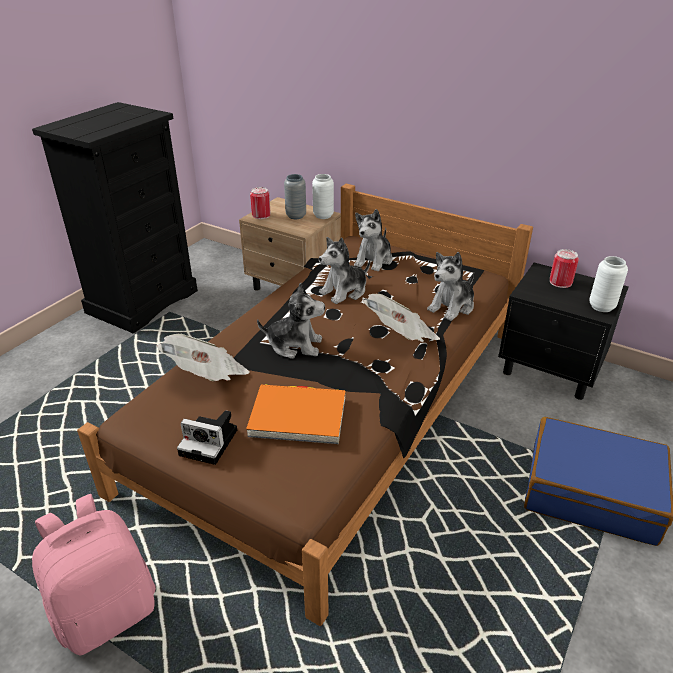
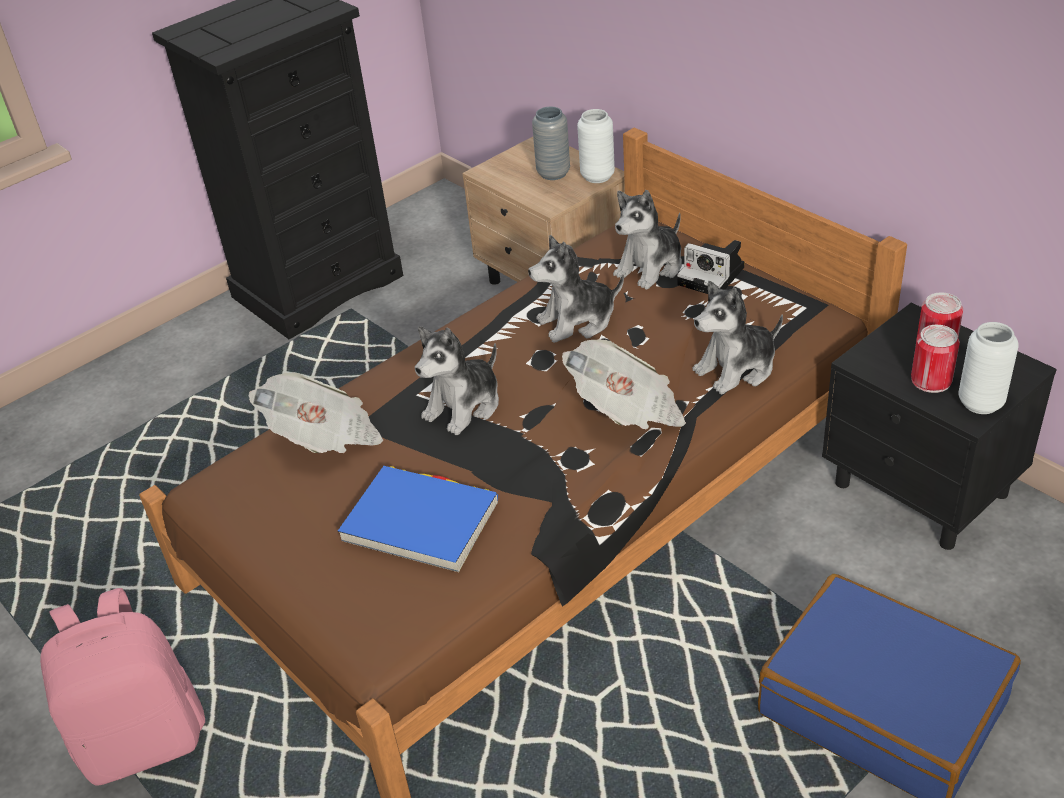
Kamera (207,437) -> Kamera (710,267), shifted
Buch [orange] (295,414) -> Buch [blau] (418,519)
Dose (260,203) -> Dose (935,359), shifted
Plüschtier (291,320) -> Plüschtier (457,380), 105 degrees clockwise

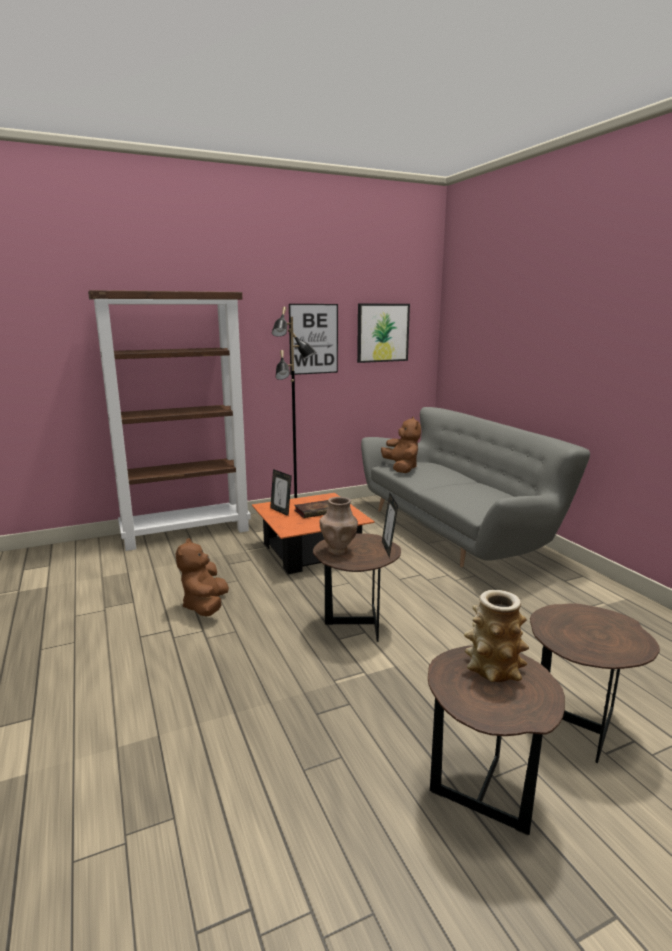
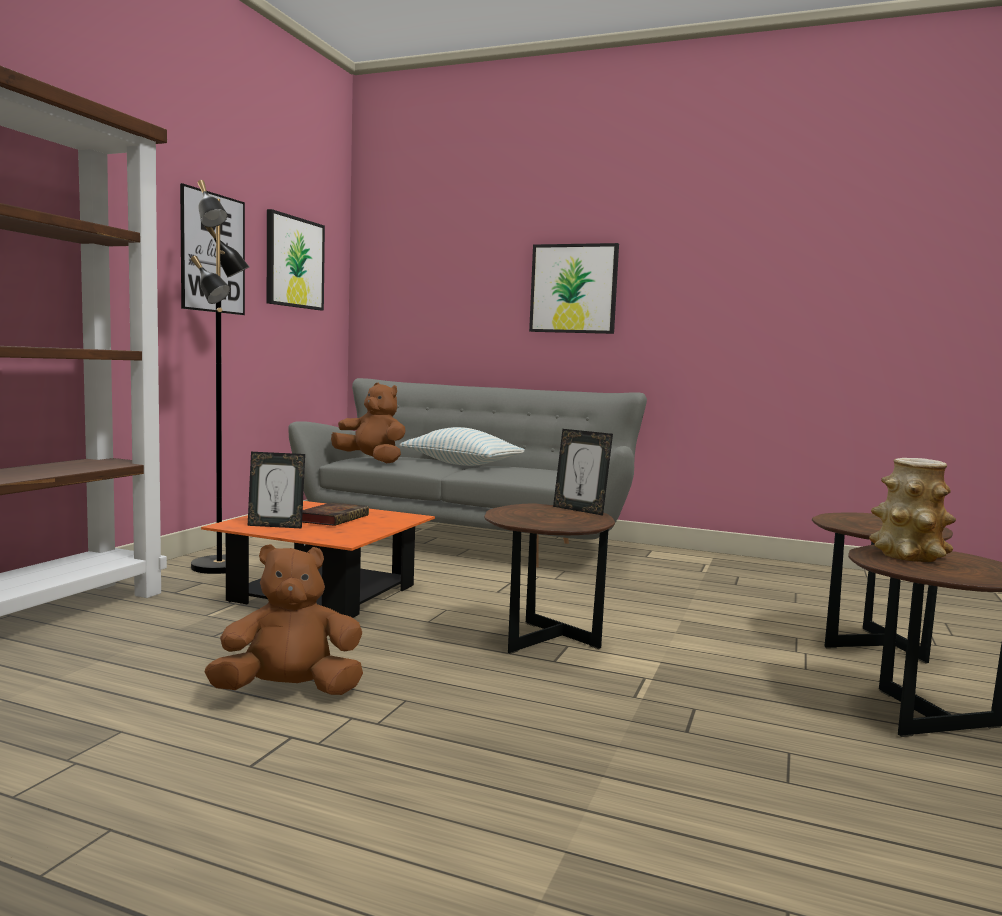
Plüschtier [braun] (202,577) -> Plüschtier [braun] (284,619), 120 degrees clockwise
Vase [braun] (339,526) -> none
none -> Kissen (462,446)
none -> Bild (574,288)

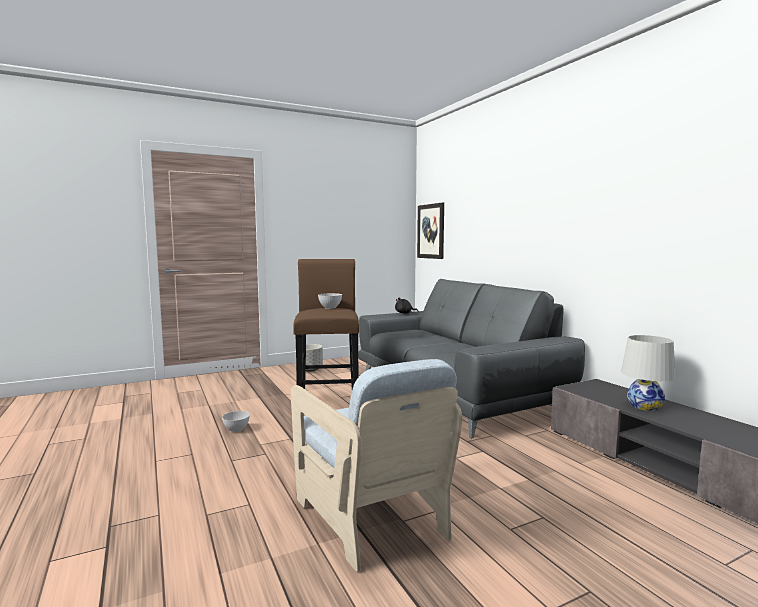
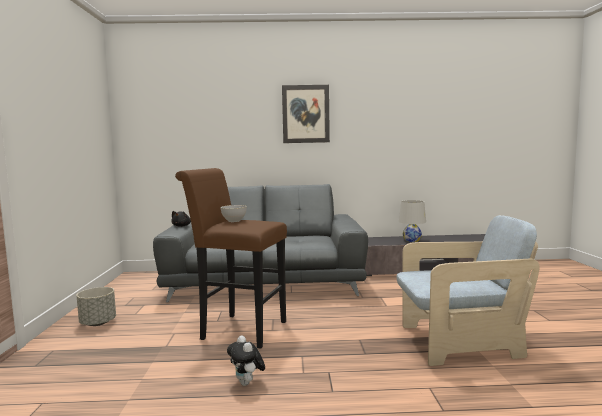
Schüssel [grau] (236,421) -> Plüschtier (246,361)
Bild (430,231) -> Bild (306,114), shifted

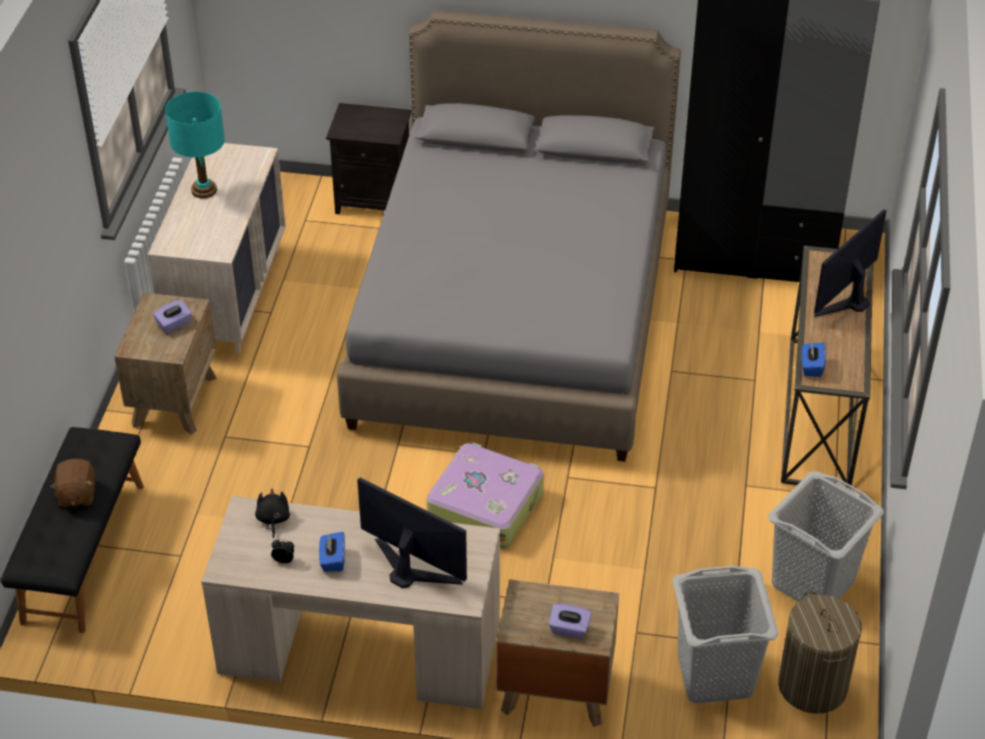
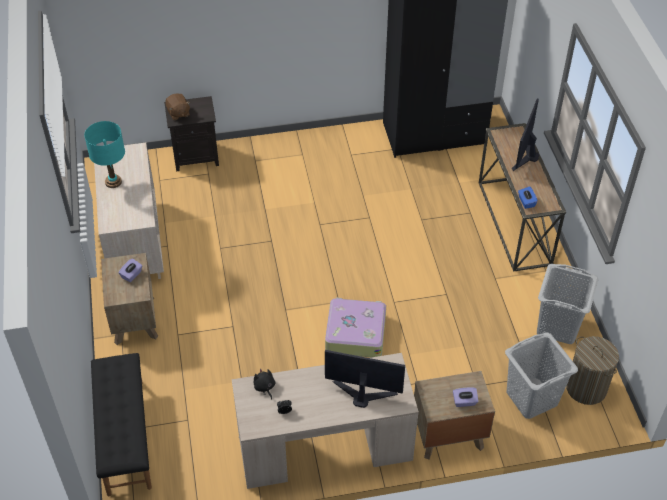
Plüschtier [braun] (72,483) -> Plüschtier [braun] (178,106), shifted
Taschentuchbox [blau] (332,552) -> none
Bett [grau] (509,236) -> none

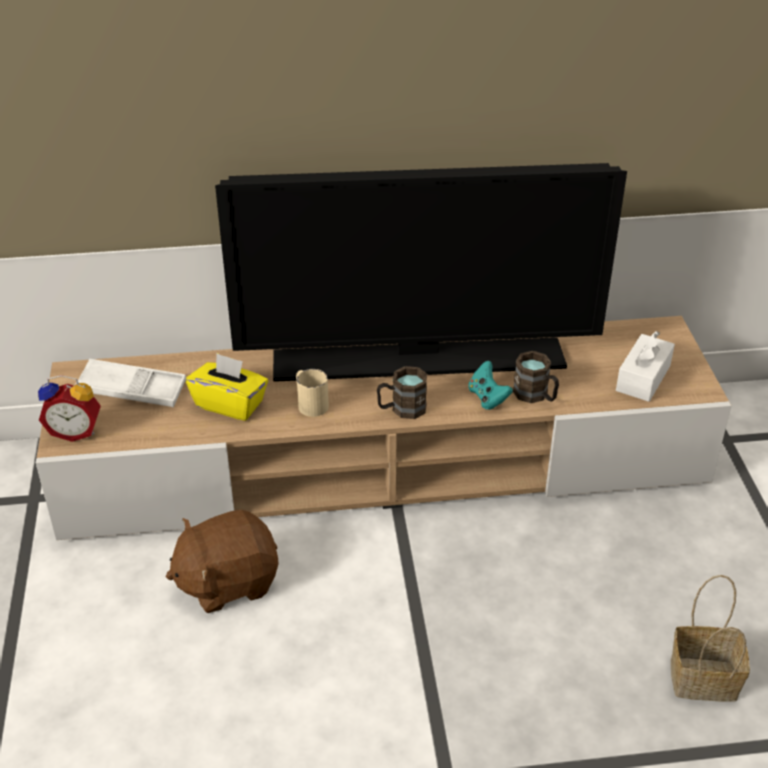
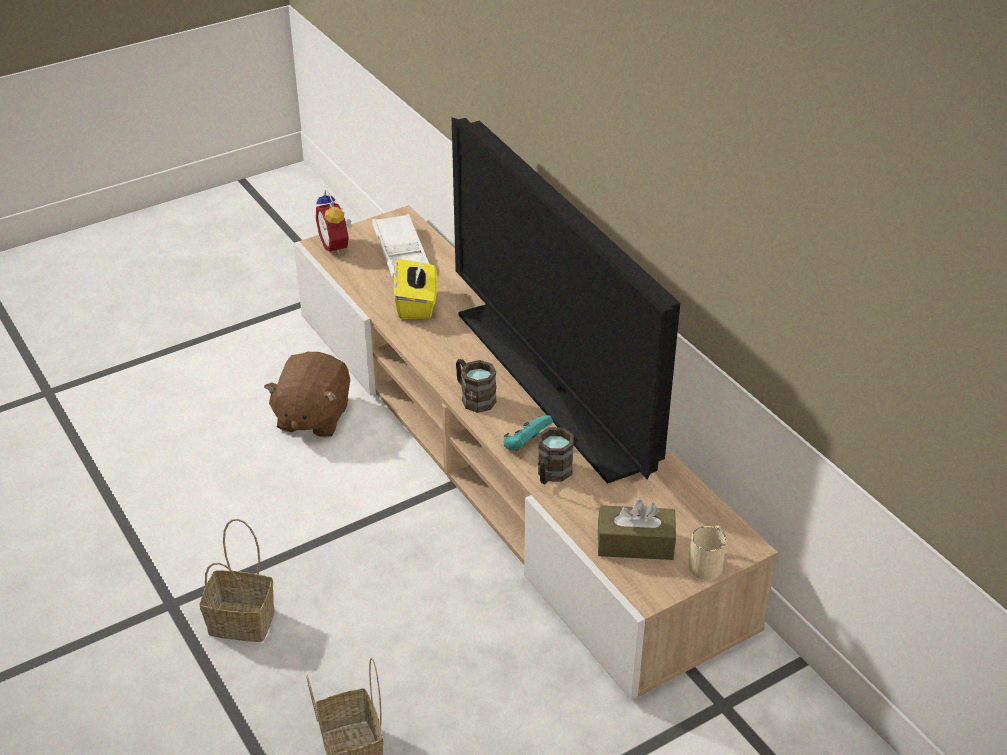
Plüschtier [braun] (222,561) -> Plüschtier [braun] (307,395), 120 degrees counterclockwise
Henkelbecher [beige] (312,393) -> Henkelbecher [beige] (707,553), shifted
Taschentuchbox [weiß] (645,366) -> Taschentuchbox [braun] (637,530)
none -> Korb (237,580)

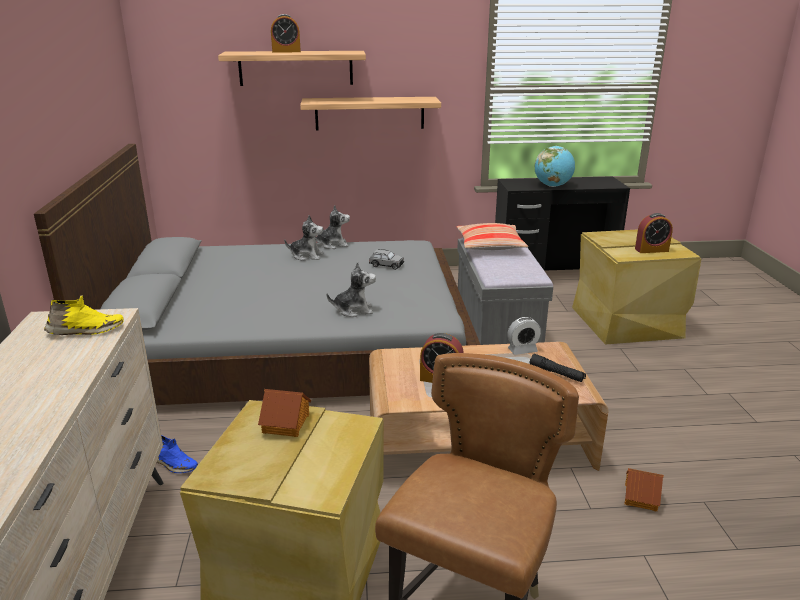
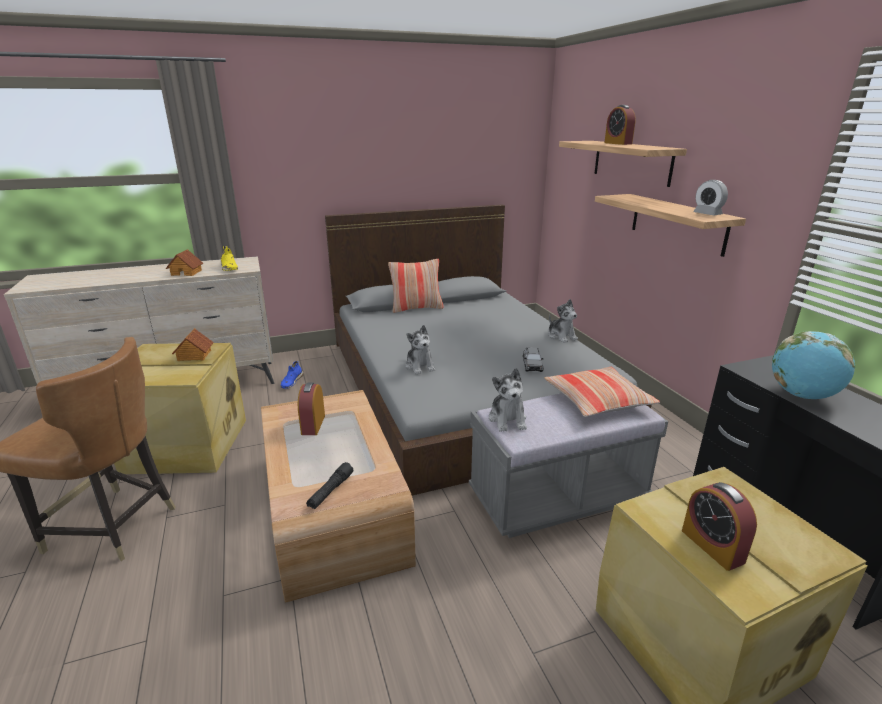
Plüschtier (303,238) -> Plüschtier (508,400), shifted
Wecker (524,336) -> Wecker (710,197), shifted
Spielzeughaus (644,489) -> Spielzeughaus (184,262), shifted
none -> Kissen (416,286)

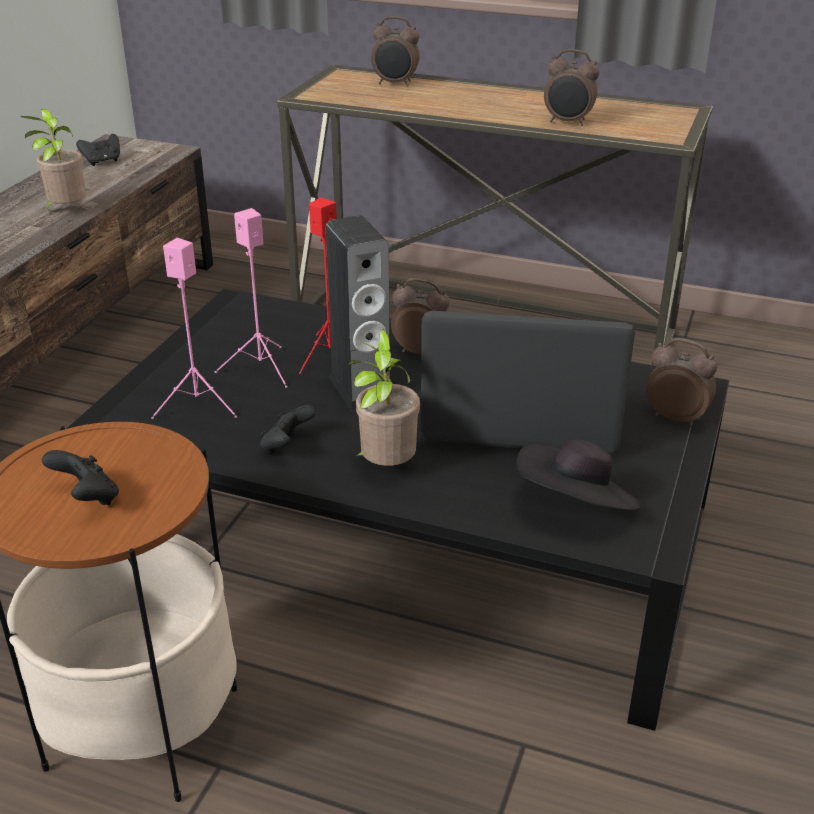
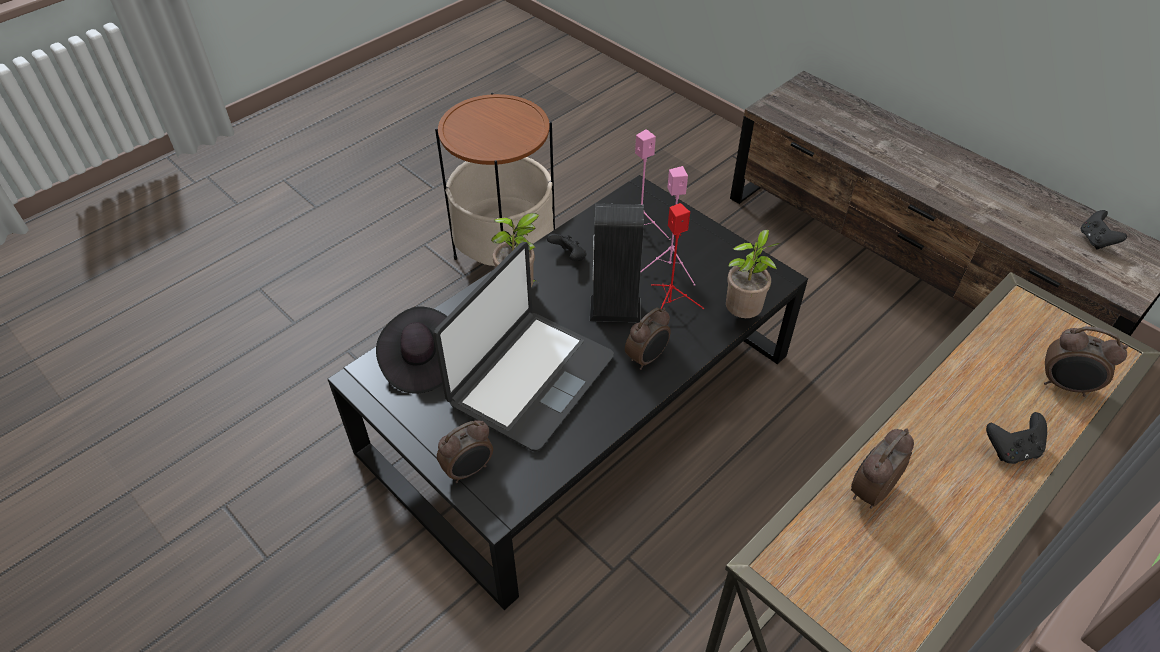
Topfpflanze (53,159) -> Topfpflanze (753,273), shifted
Gamepad [schwarz] (80,477) -> Gamepad [schwarz] (1016,438), shifted
Wecker (395,51) -> Wecker (1086,361), 105 degrees counterclockwise

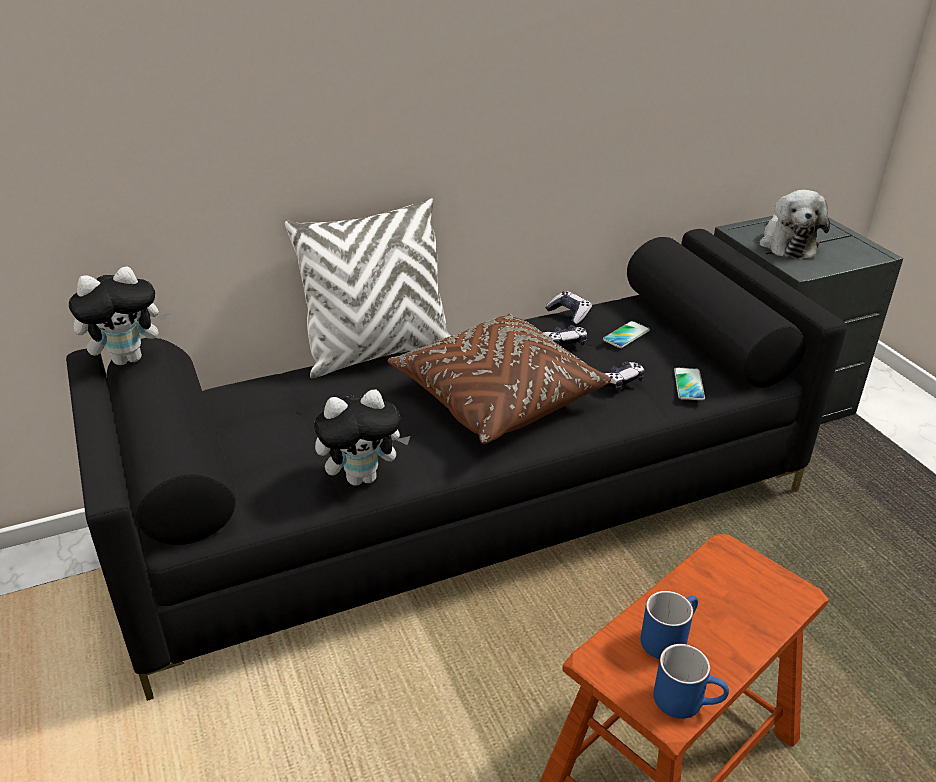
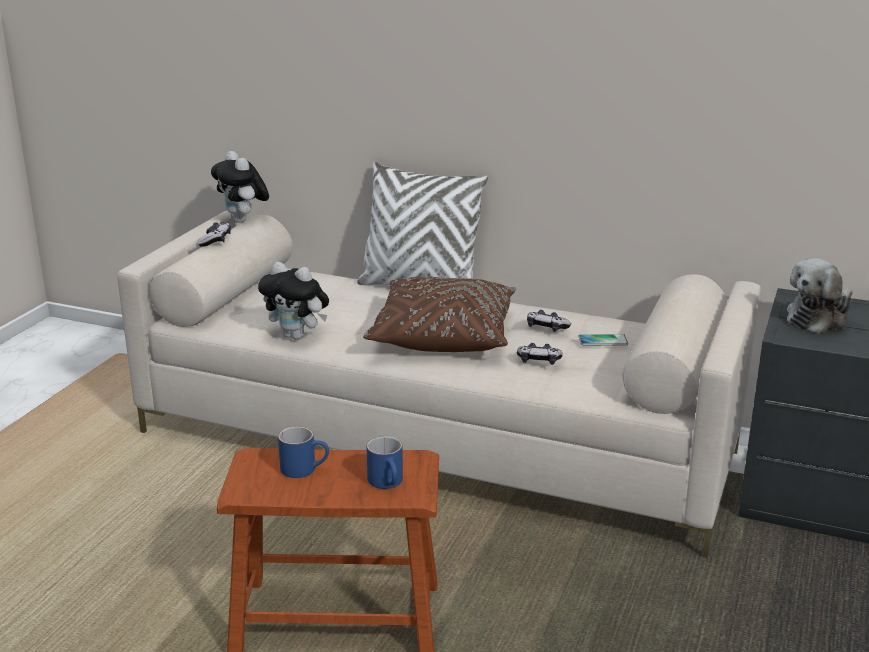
Sofa [schwarz] (456,465) -> Sofa [beige] (439,384)
Plüschtier (119,315) -> Plüschtier (240,187), 45 degrees clockwise
Gamepad (568,308) -> Gamepad (214,234), shifted
Henkelbecher [blau] (691,681) -> Henkelbecher [blau] (385,462), shifted
Handy (689,383) -> none

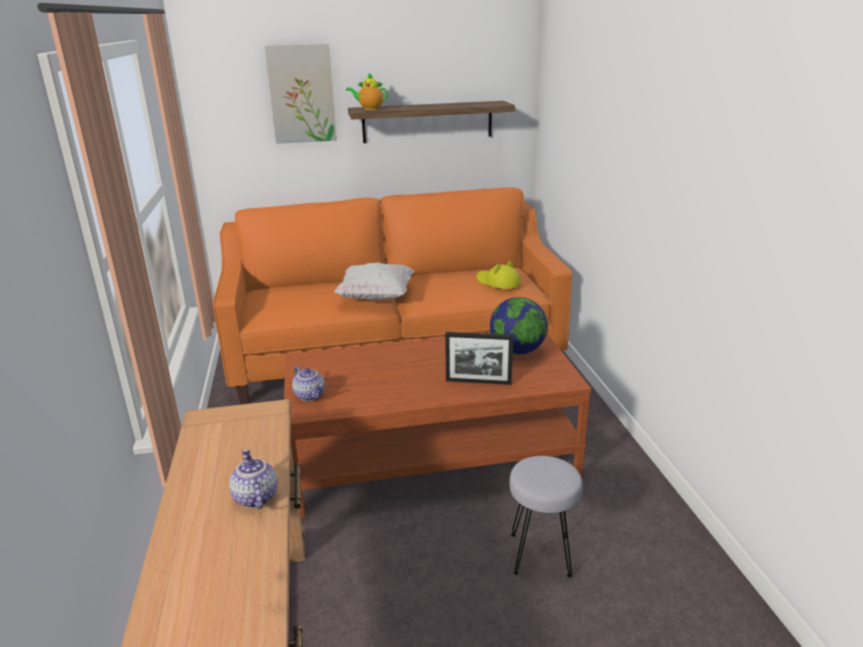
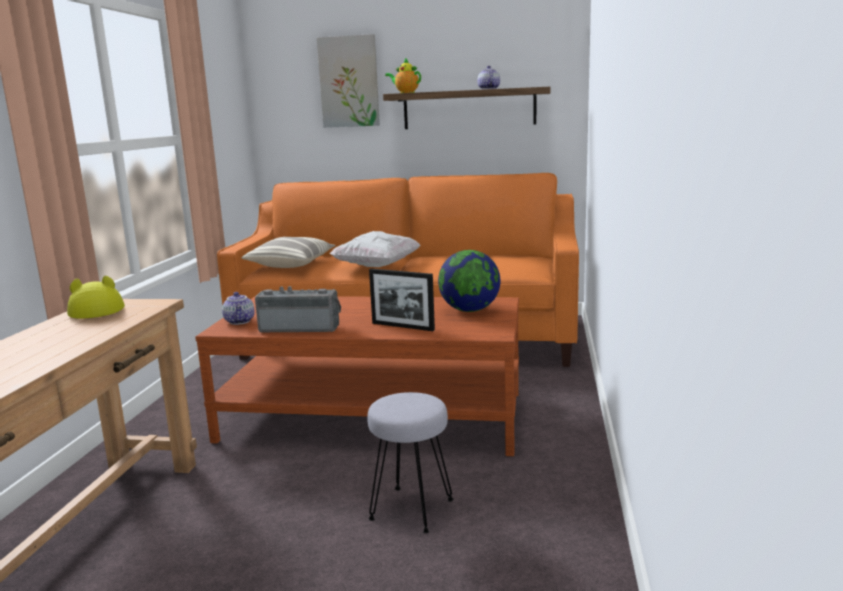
Teekanne (253,479) -> Teekanne (488,78), shifted
Hut [gelb] (499,274) -> Hut [gelb] (96,297), shifted
none -> Kissen (288,252)
none -> Radio (298,309)

